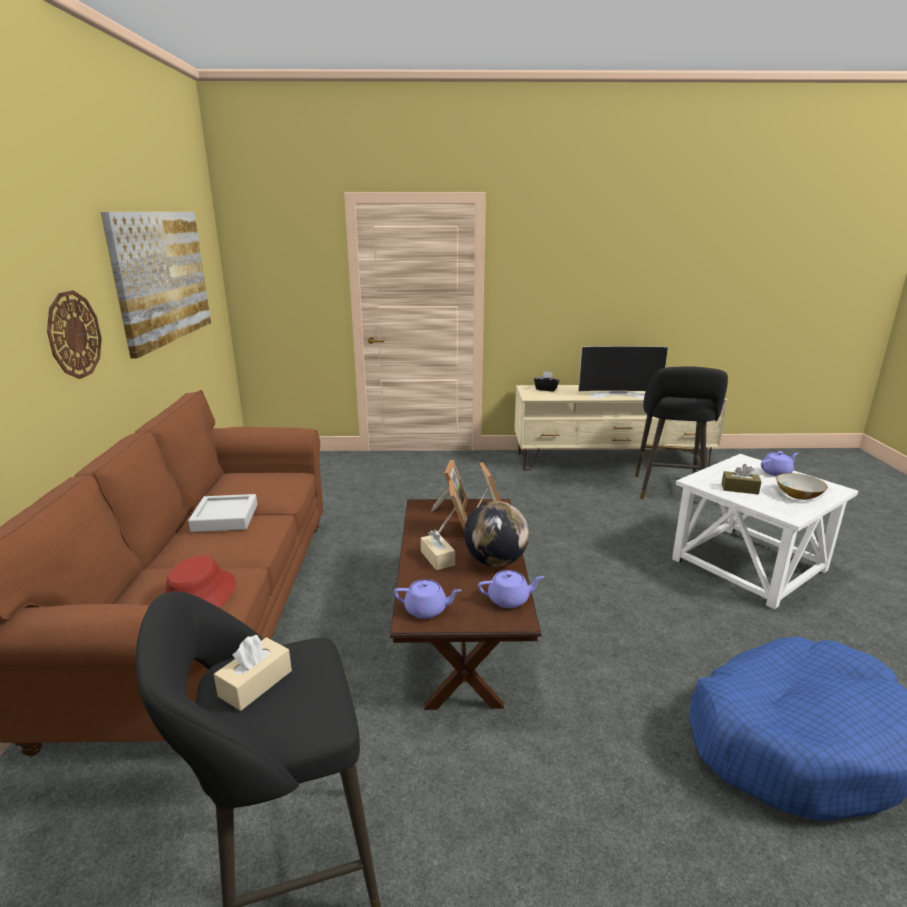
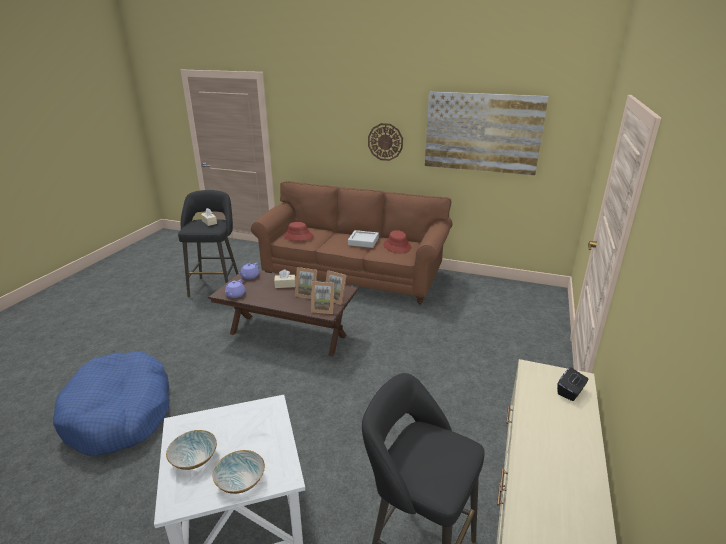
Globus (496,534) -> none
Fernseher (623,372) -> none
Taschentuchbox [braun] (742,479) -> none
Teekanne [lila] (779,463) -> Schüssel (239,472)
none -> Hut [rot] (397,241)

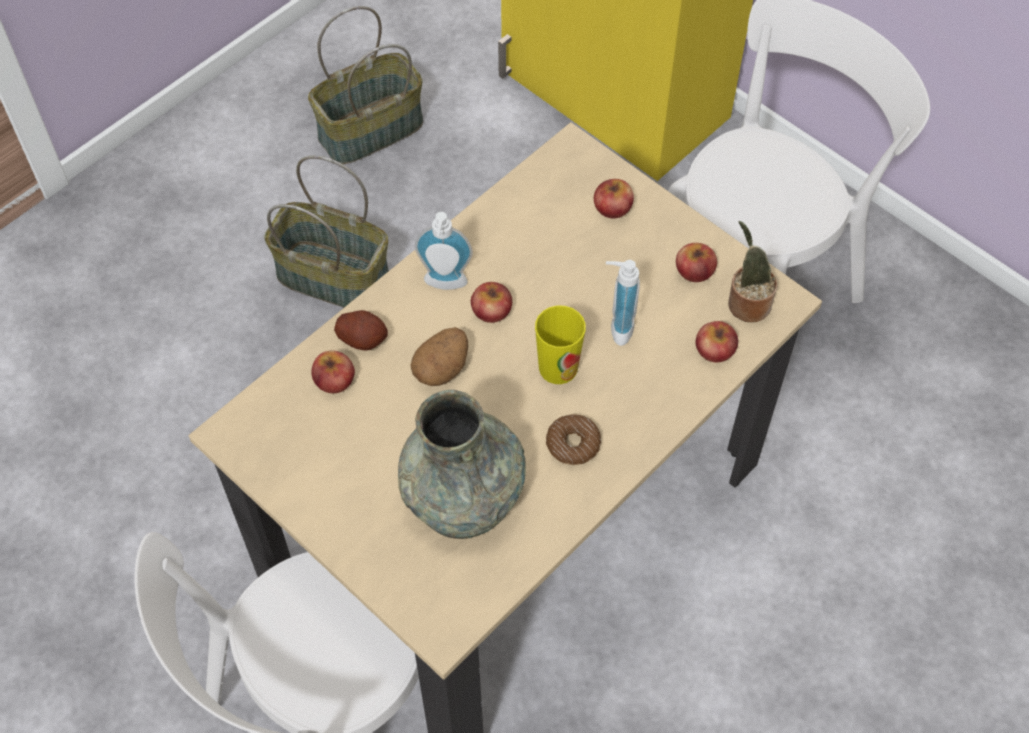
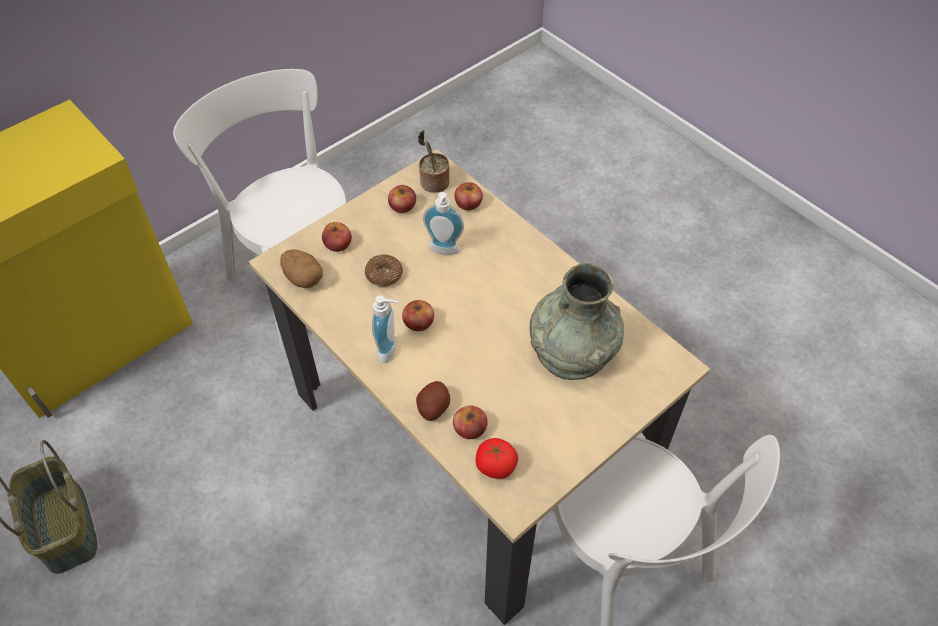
Korb (327,231) -> none
Kartoffel (439,356) -> Kartoffel (302,268), shifted
Tasse (560,344) -> none
Donut (573,439) -> Donut (384,271), shifted
none -> Tomate (497,458)

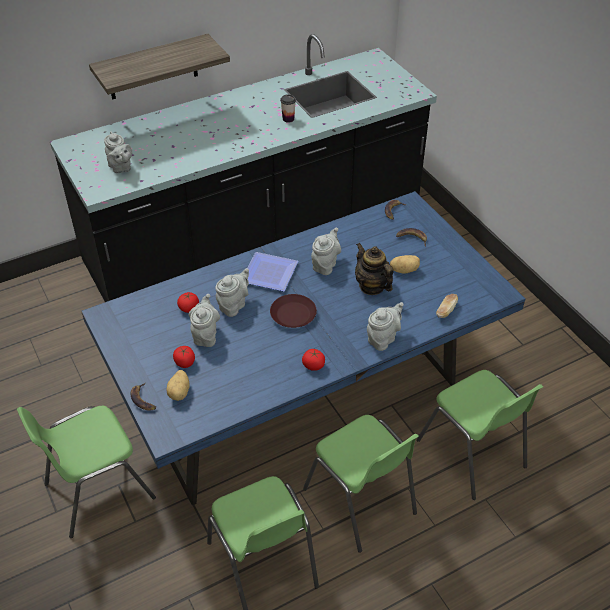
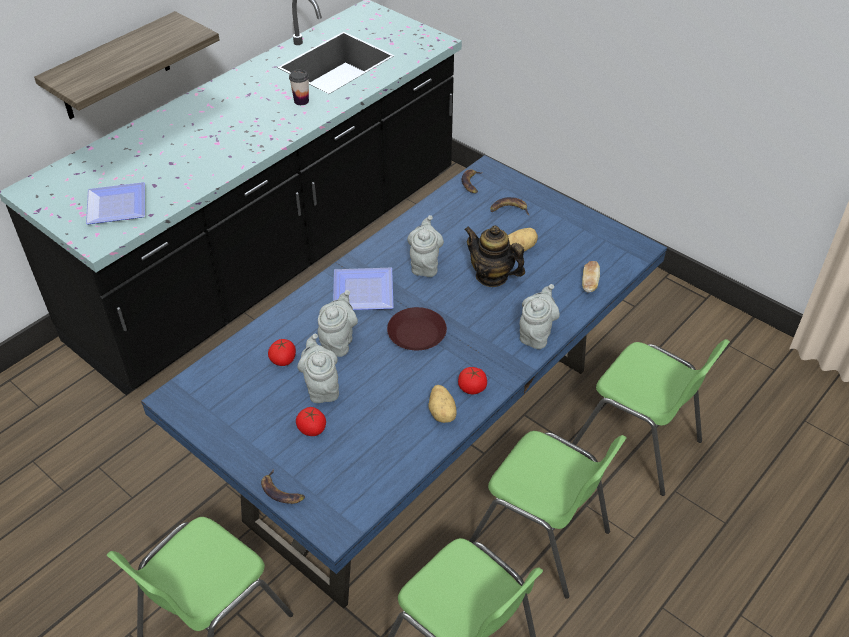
Teekanne [grau] (118,152) -> Teller (115,203)
Kartoffel (177,385) -> Kartoffel (442,404), shifted

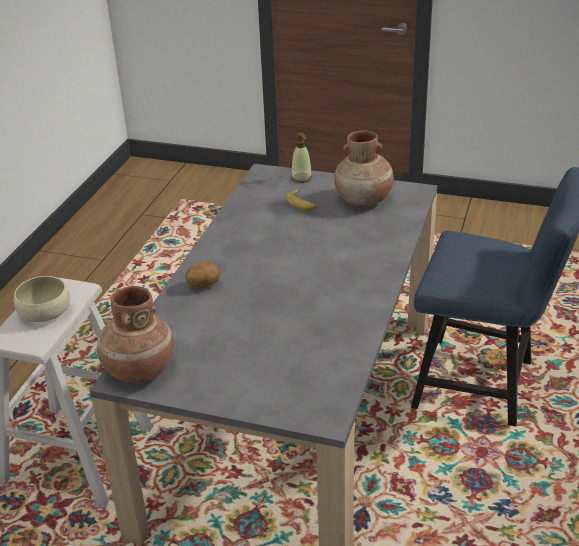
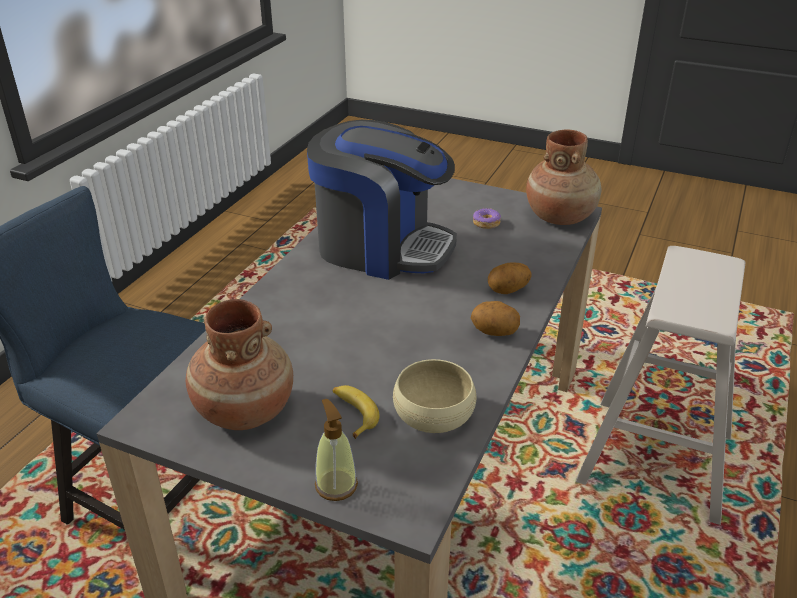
Schüssel [beige] (42,299) -> Schüssel [beige] (434,396), shifted
none -> Kaffeemaschine (382,200)
none -> Kartoffel (495,318)
none -> Donut (487,218)

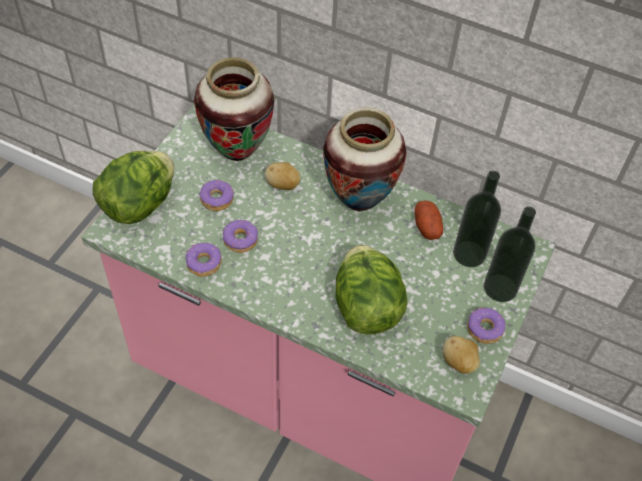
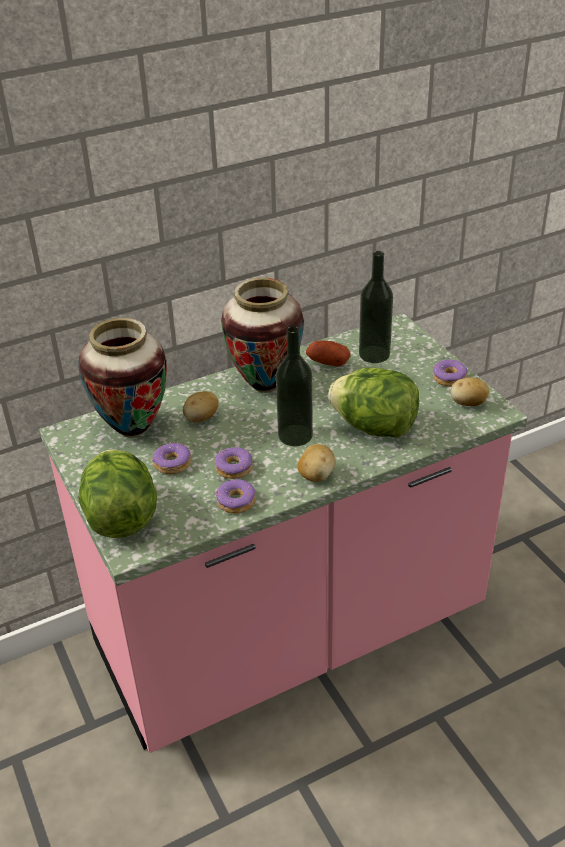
Flasche (510,254) -> Flasche (294,386), shifted
none -> Kartoffel (316,463)

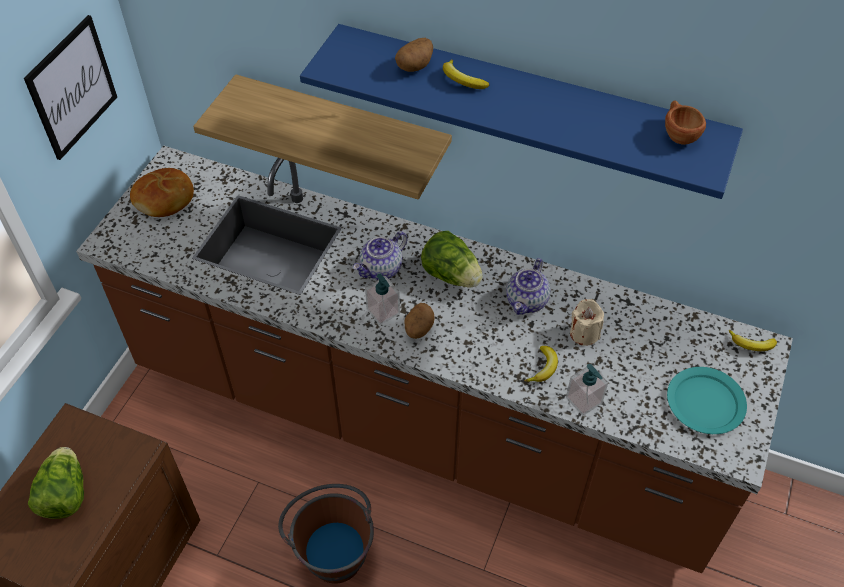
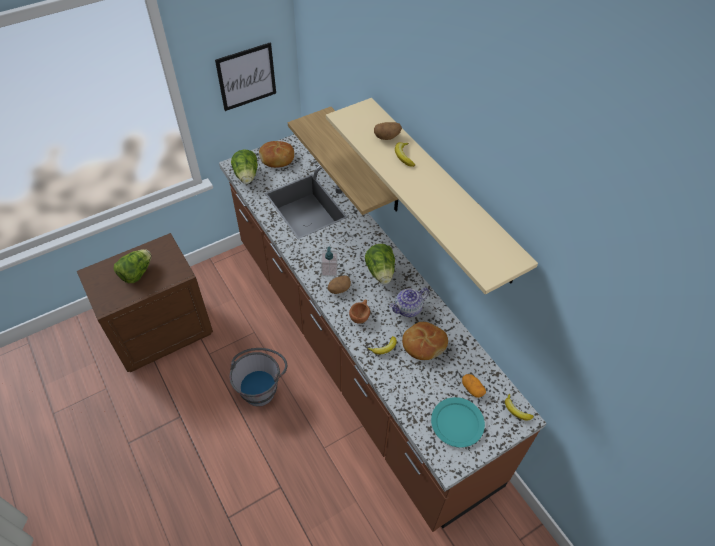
Eimer [braun] (326,534) -> Eimer [grau] (258,377)
Wandregal [blau] (521,111) -> Wandregal [beige] (432,196)
Teekanne (380,255) -> none
Seifenspender (587,390) -> none
Kerze [beige] (587,322) -> Brot (425,341)
Tasse [braun] (685,122) -> Tasse [braun] (359,312), shifted
none -> Salatkopf (244,167)
none -> Kartoffel (474,386)

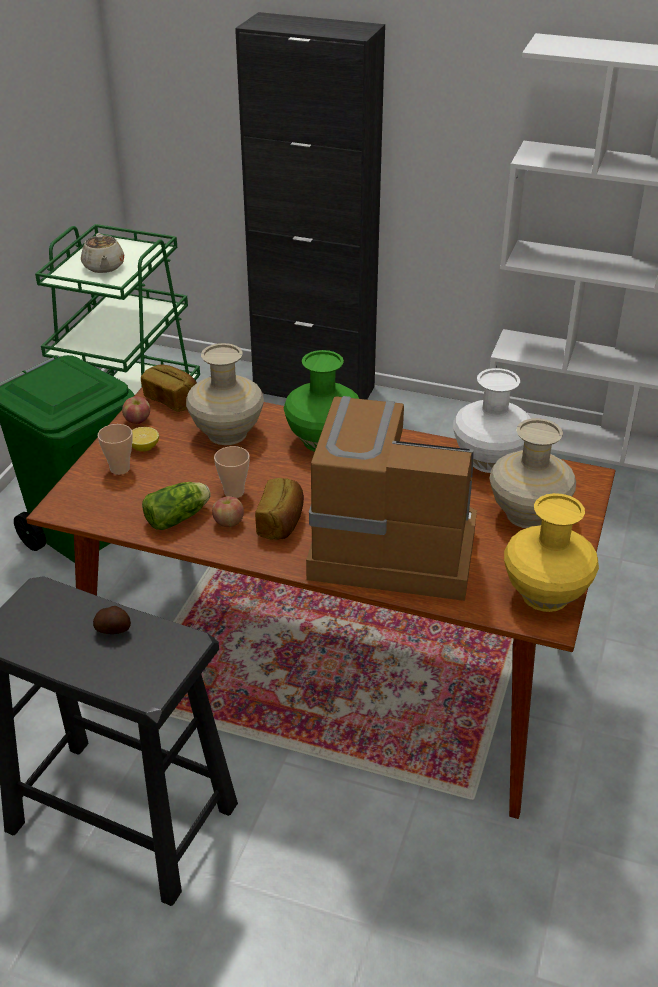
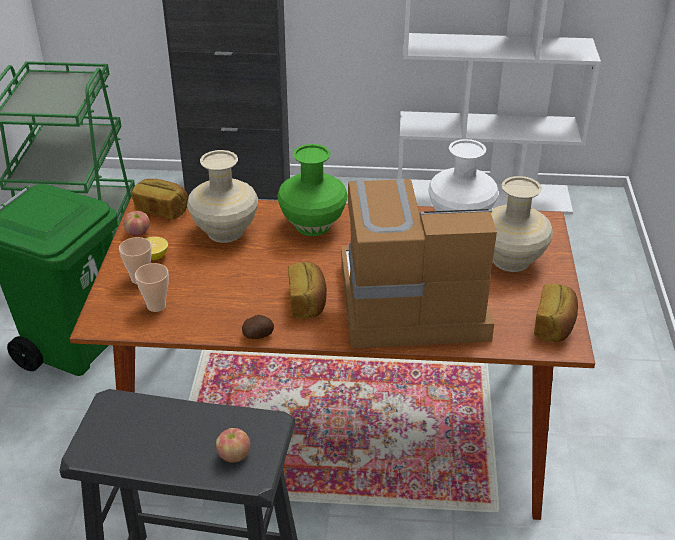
Teekanne [beige] (102,253) -> none
Kartoffel (112,620) -> Kartoffel (258,327), shifted
Salatkopf (176,506) -> none
Apfel (228,511) -> Apfel (233,445), shifted
Tasse (232,472) -> Tasse (152,287), shifted
Vase [gelb] (551,552) -> Brot (556,313)

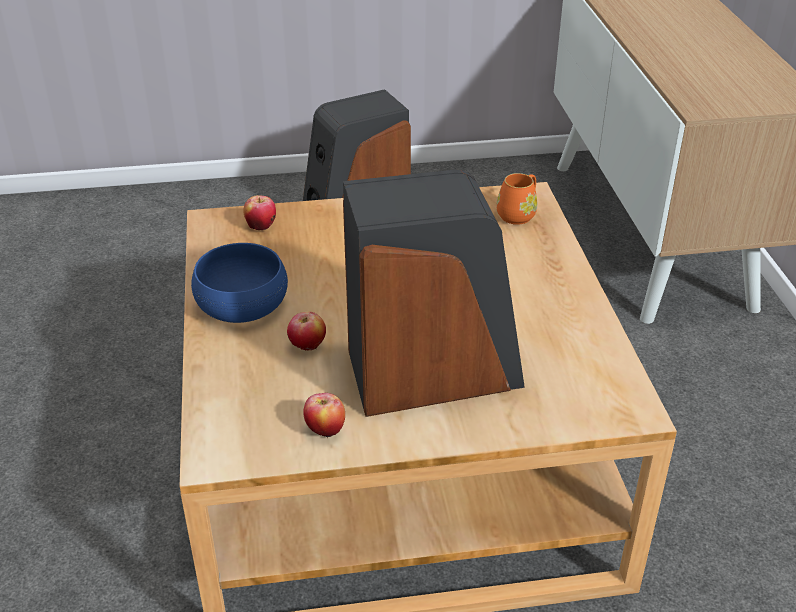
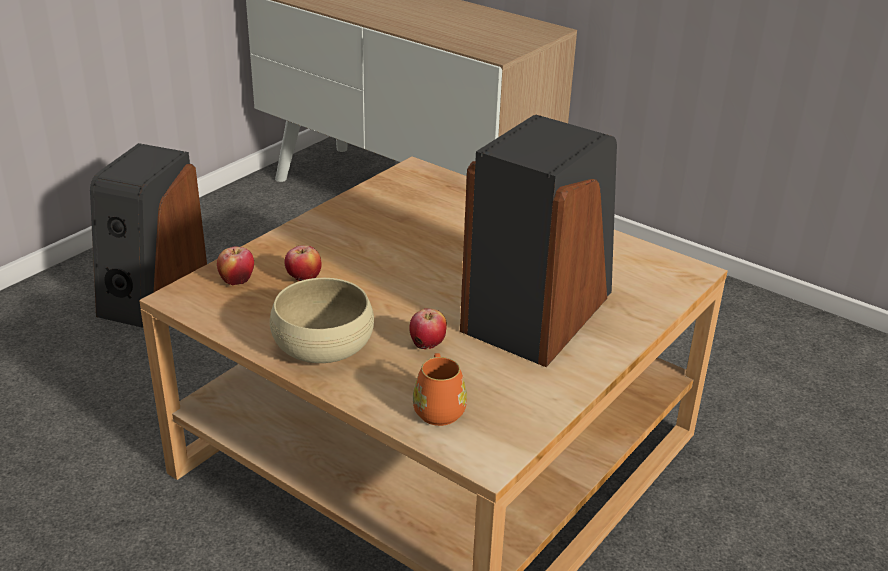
Schüssel [blau] (239,283) -> Schüssel [beige] (322,320)
Apfel (324,415) -> Apfel (303,263), shifted
Henkelbecher [orange] (517,199) -> Henkelbecher [orange] (440,389), shifted

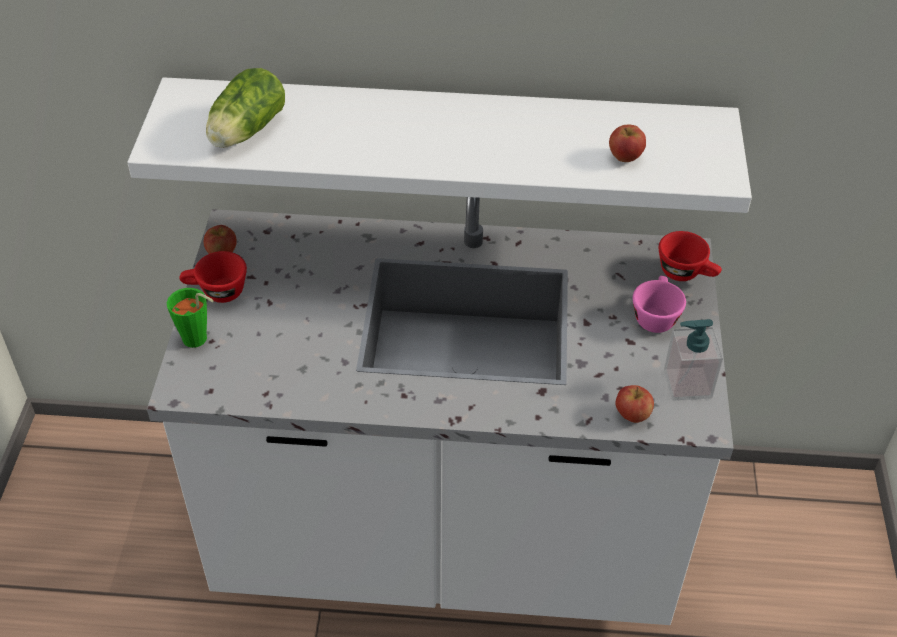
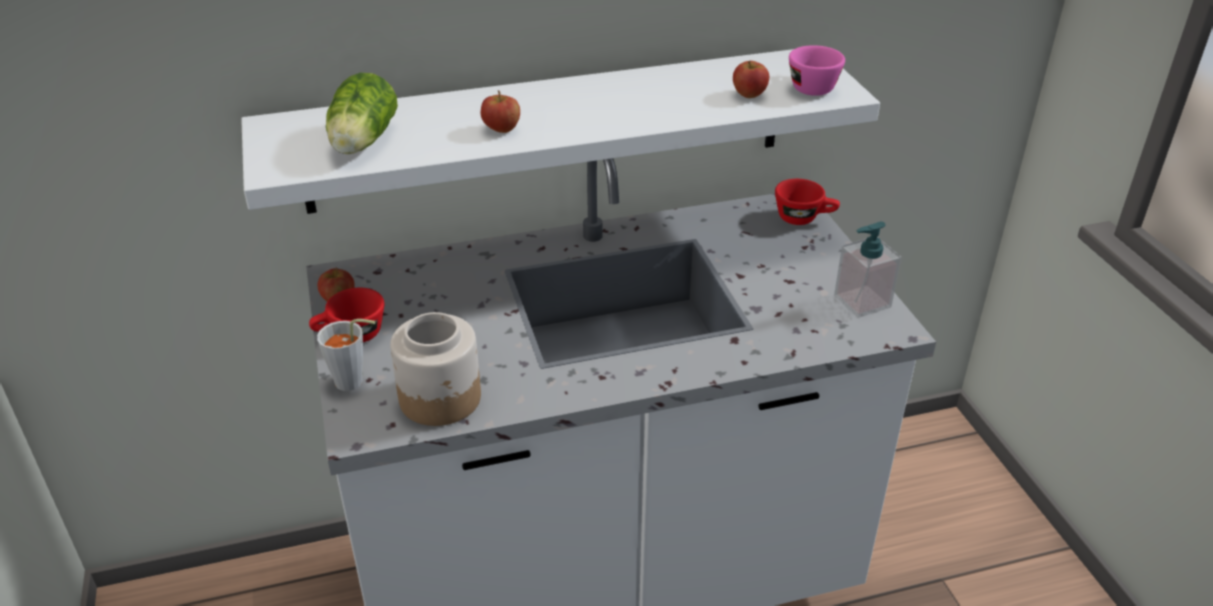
Tasse [grün] (190,318) -> Tasse [grau] (346,355)
Apfel (634,404) -> Apfel (500,111), shifted
Tasse [rosa] (659,304) -> Tasse [rosa] (817,70), shifted
none -> Vorratsglas (435,369)

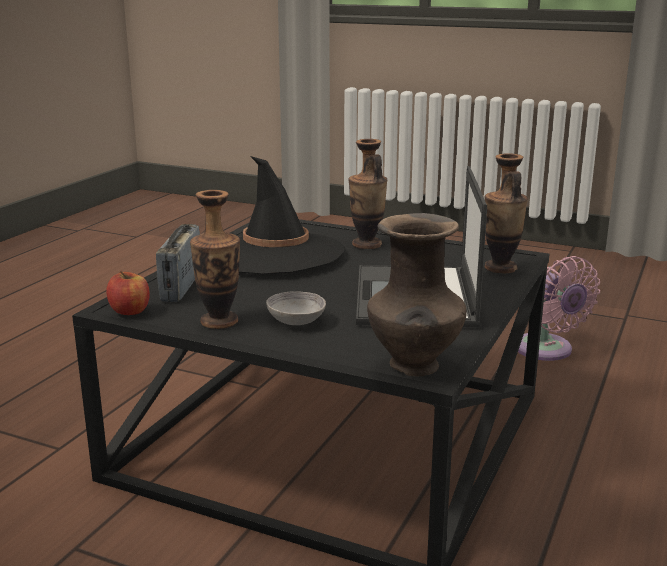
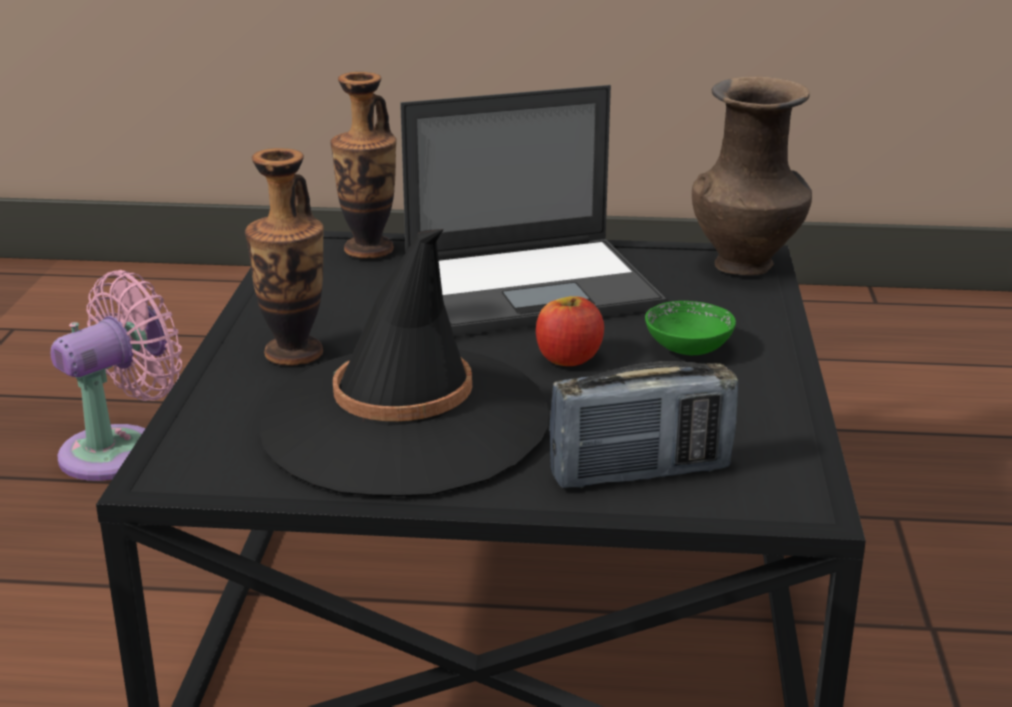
Apfel (128,293) -> Apfel (570,331), shifted
Vase (215,259) -> none
Schüssel [grau] (296,308) -> Schüssel [grün] (690,328)

